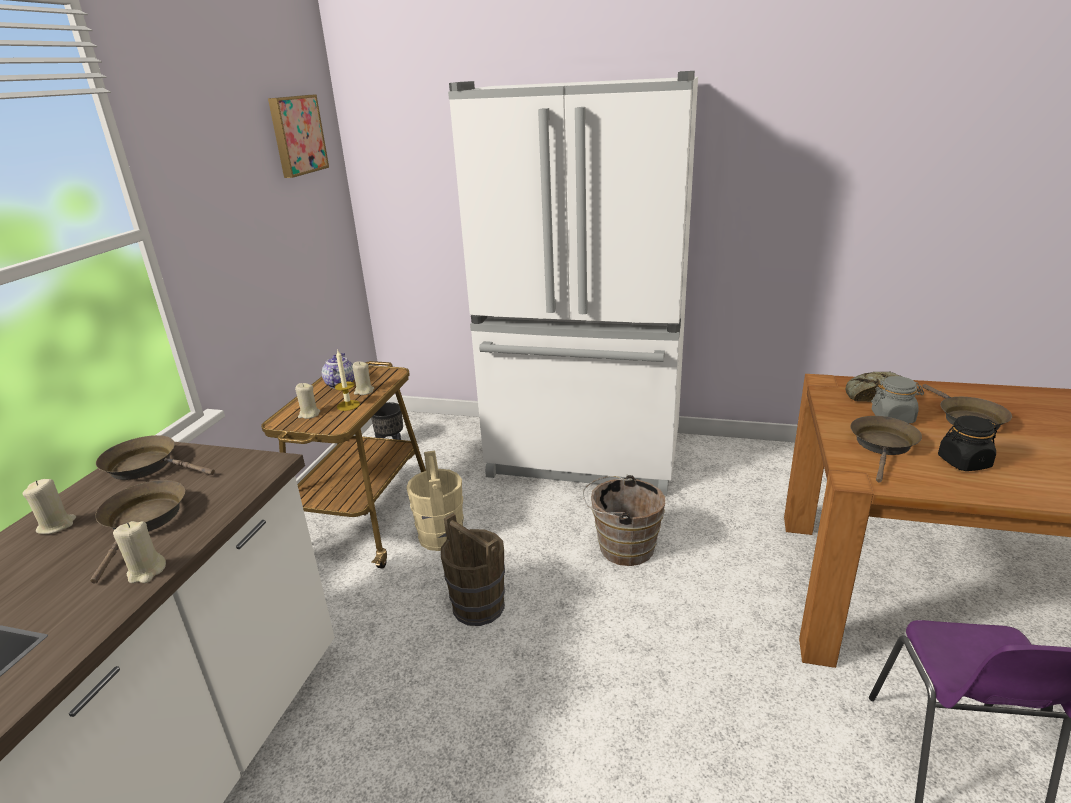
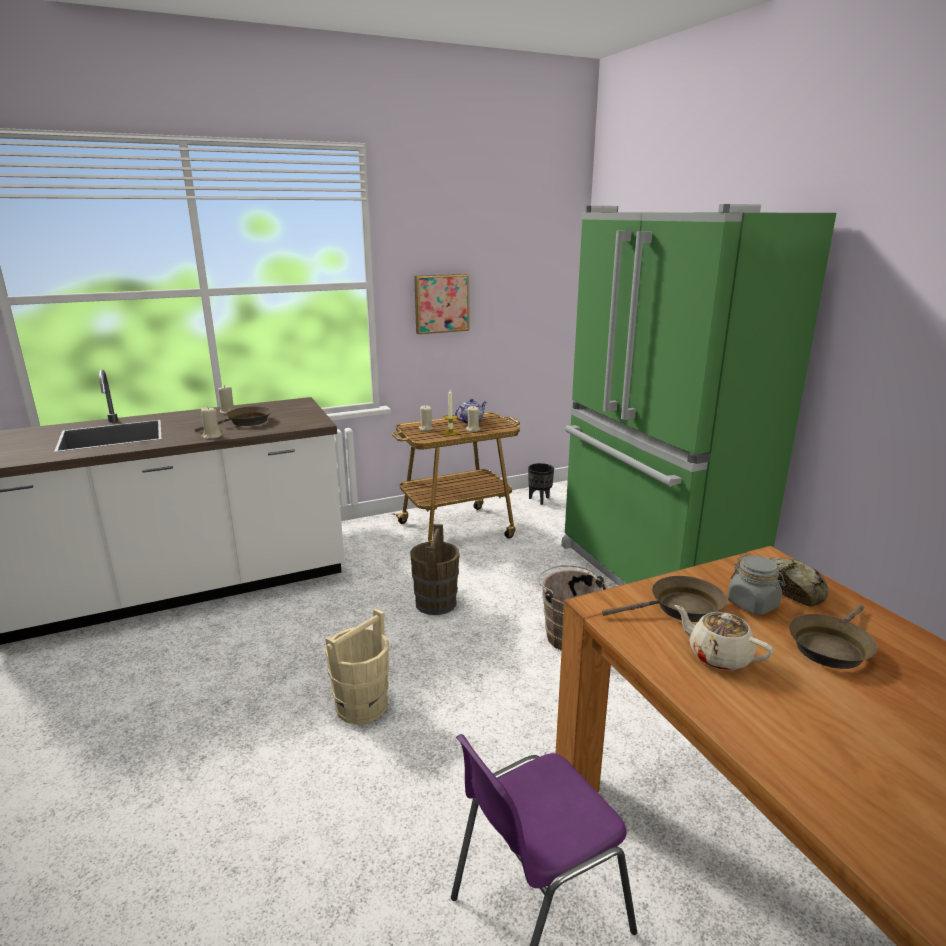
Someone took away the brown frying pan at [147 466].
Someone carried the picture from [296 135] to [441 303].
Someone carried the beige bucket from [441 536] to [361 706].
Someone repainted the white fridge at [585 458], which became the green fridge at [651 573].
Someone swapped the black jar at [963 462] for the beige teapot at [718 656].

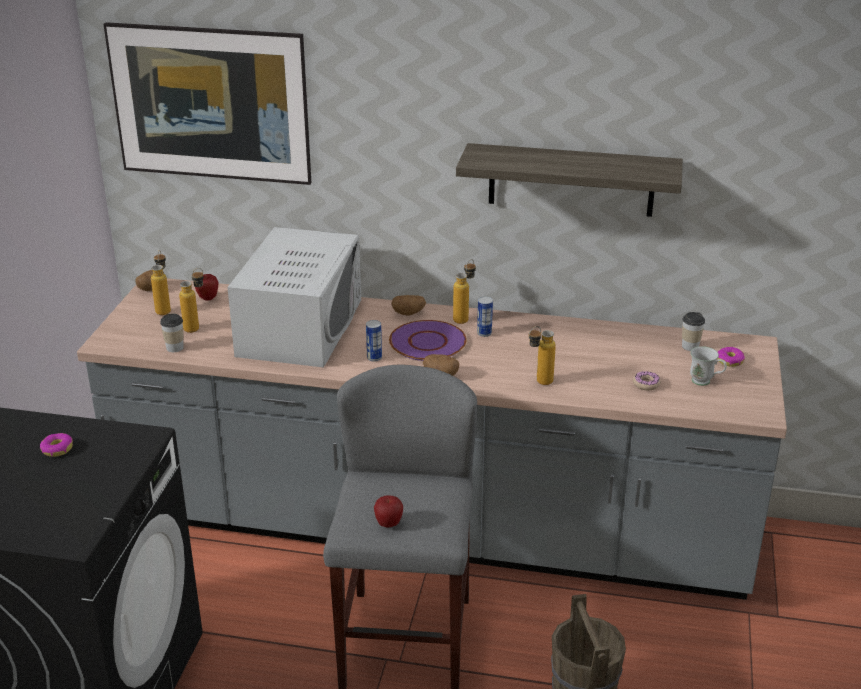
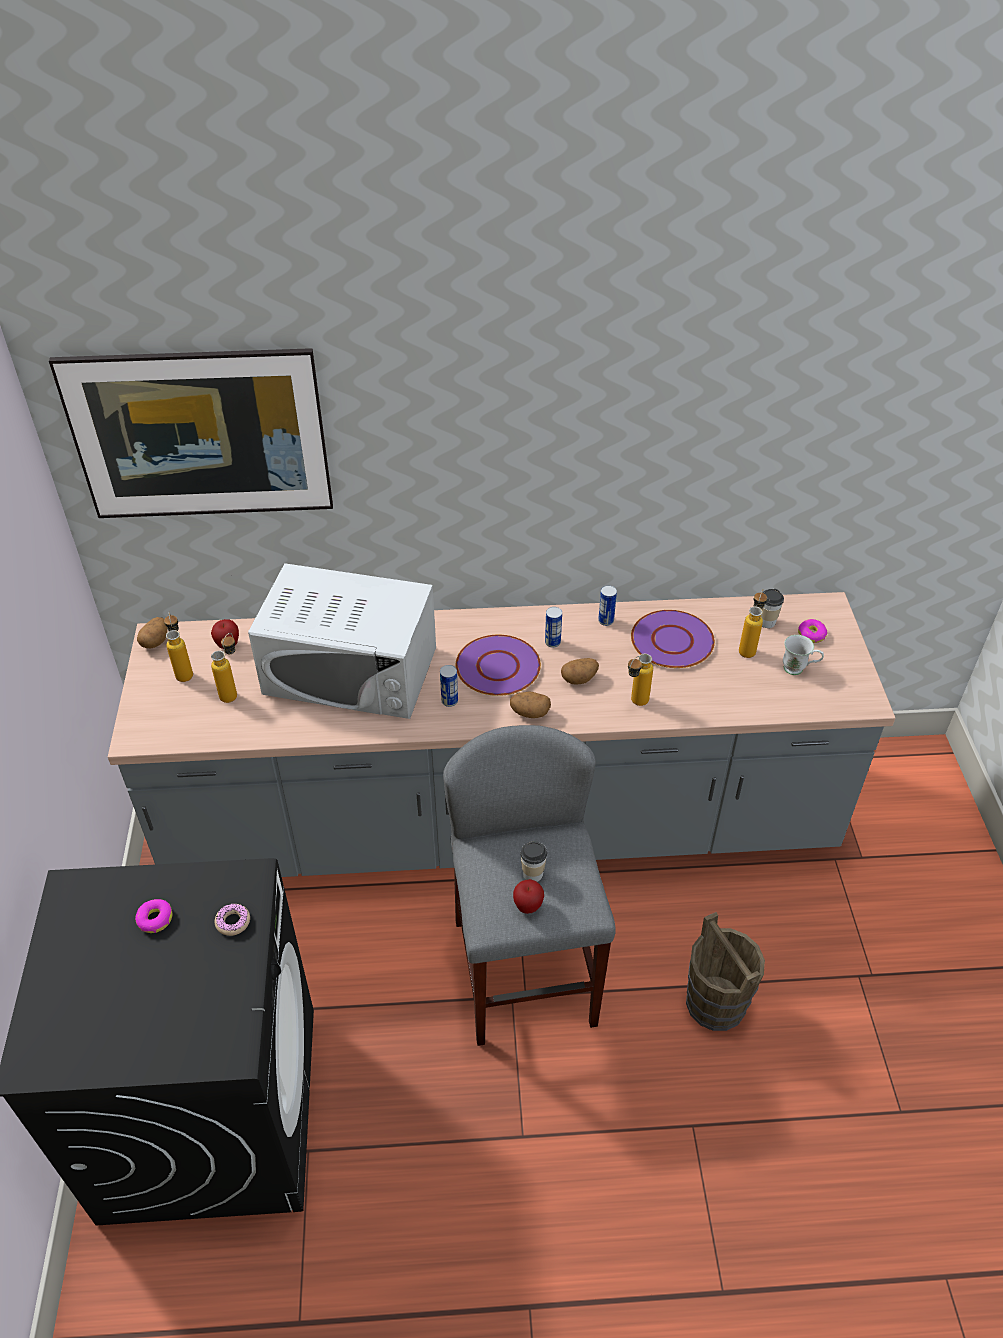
Someone carried the cup from [175 348] to [533 874].
Someone rotated the white microwave at [300 327] by 105 degrees clockwise.
Someone carried the potato from [408 313] to [579 679].
Someone carried the bottle from [464 318] to [748 648].
Someone took away the shelf at [571 180].
Someone carried the donut from [646 384] to [233 922].
Someone put down the can at [606 621].
Someone put down the purple plate at [672 640].

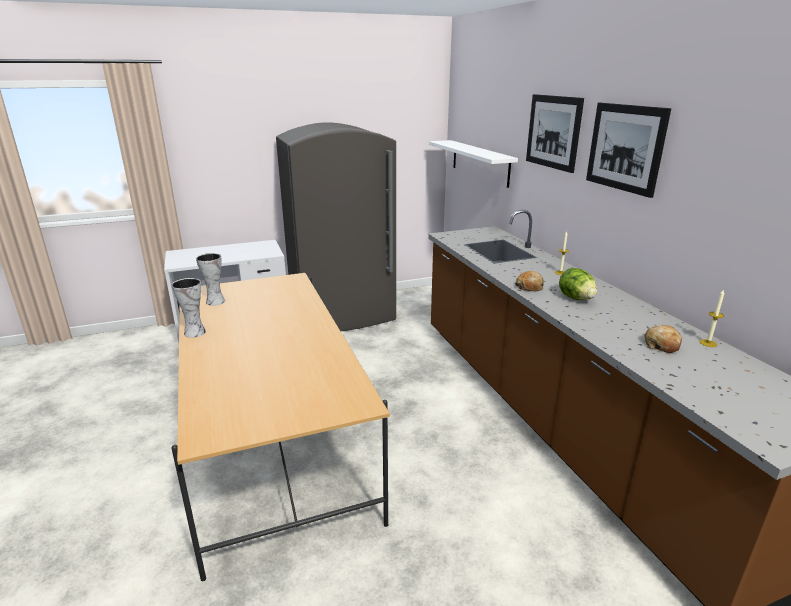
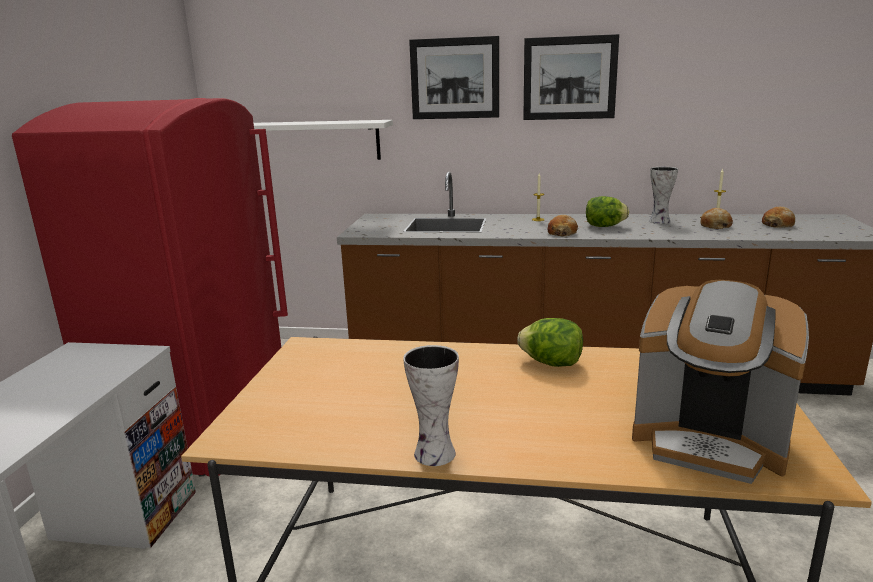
Someone carried the vase from [214 301] to [659 221].
Someone repainted the grey fridge at [343 315], which became the red fridge at [204 428].
Someone put down the lettuce at [551 363].
Someone put down the coffee machine at [709 442].
Someone put down the bread at [778 224].

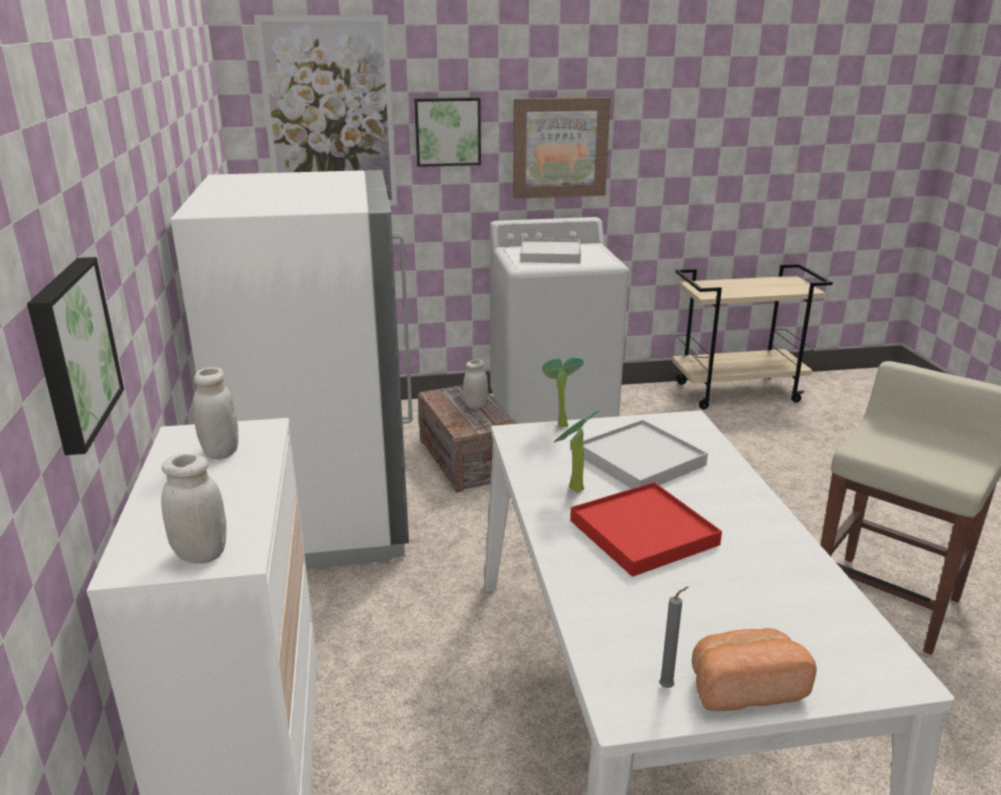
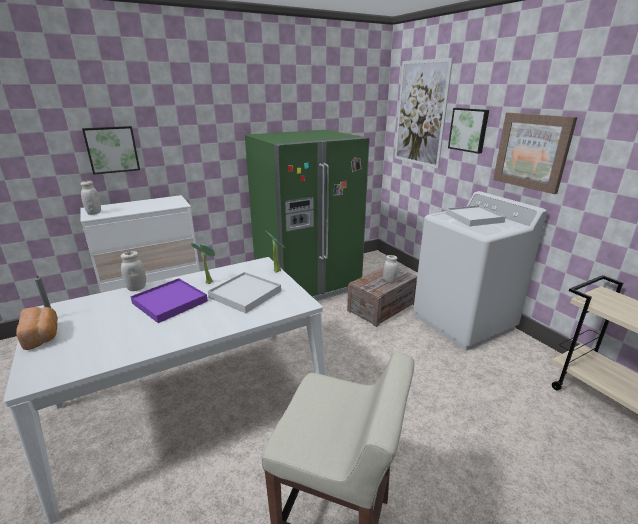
Someone repainted the white fridge at [324 513], which became the green fridge at [307 285].
Someone carried the white jar from [220 452] to [136 288].
Someone repainted the red tray at [644 533], which became the purple tray at [170 302].

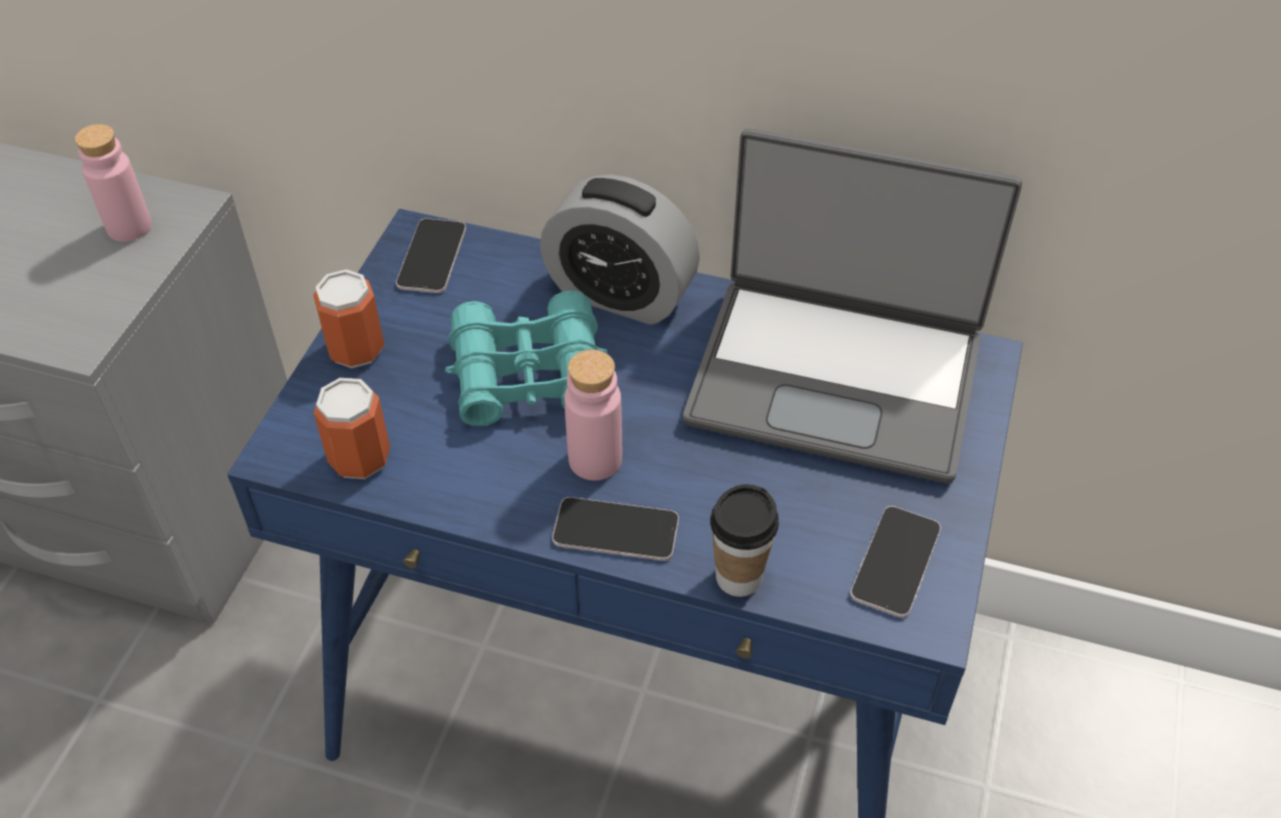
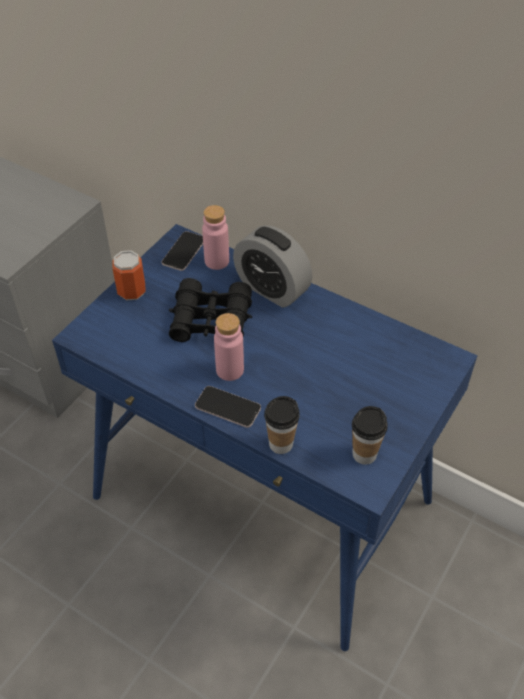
Someone carried the pink bottle from [129 227] to [217 261].
Someone took away the can at [360 458].
Someone repainted the turquoise binoculars at [528 375], which became the black binoculars at [211 321].
Someone took away the laptop at [836 376].
Someone swapped the phone at [895 562] for the cup at [364 454].

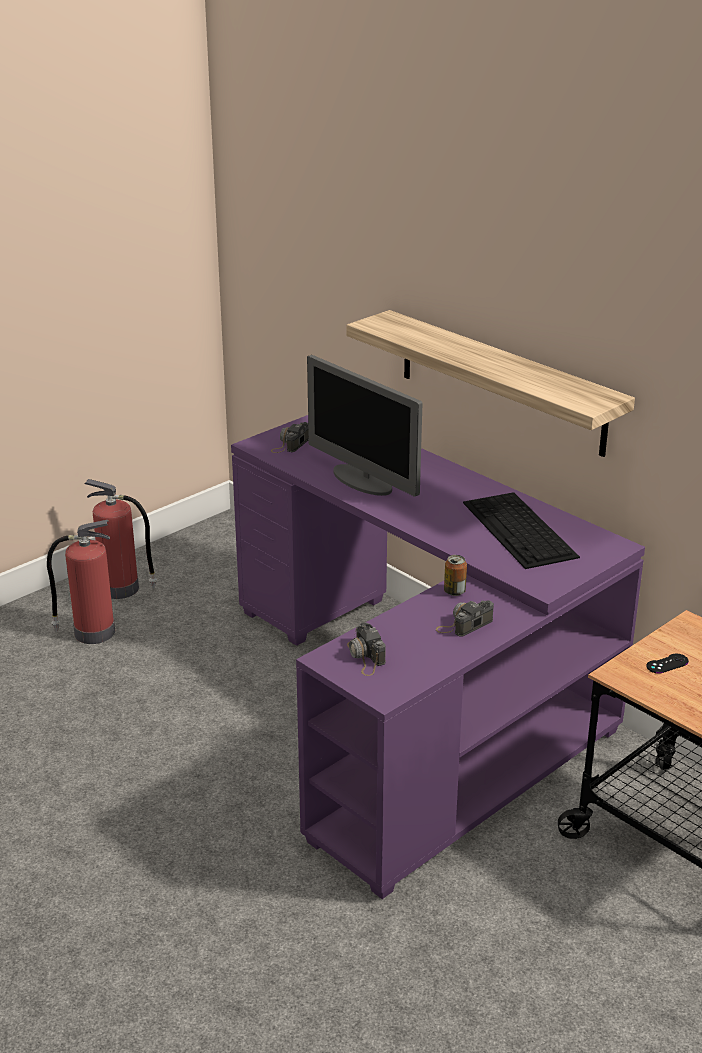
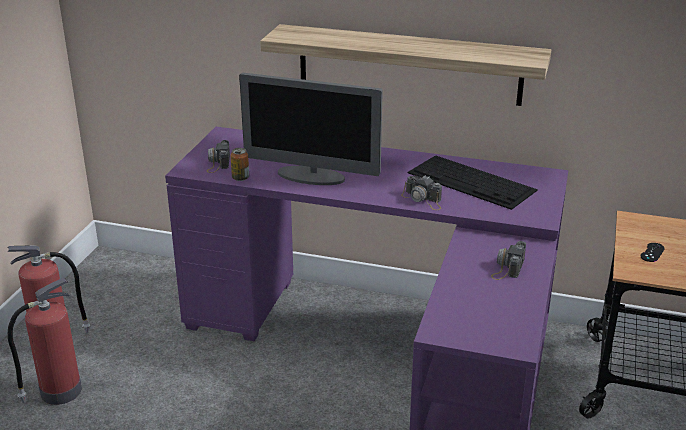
Someone carried the photo camera from [365 657] to [423 199].
Someone carried the can from [454 591] to [240 178].

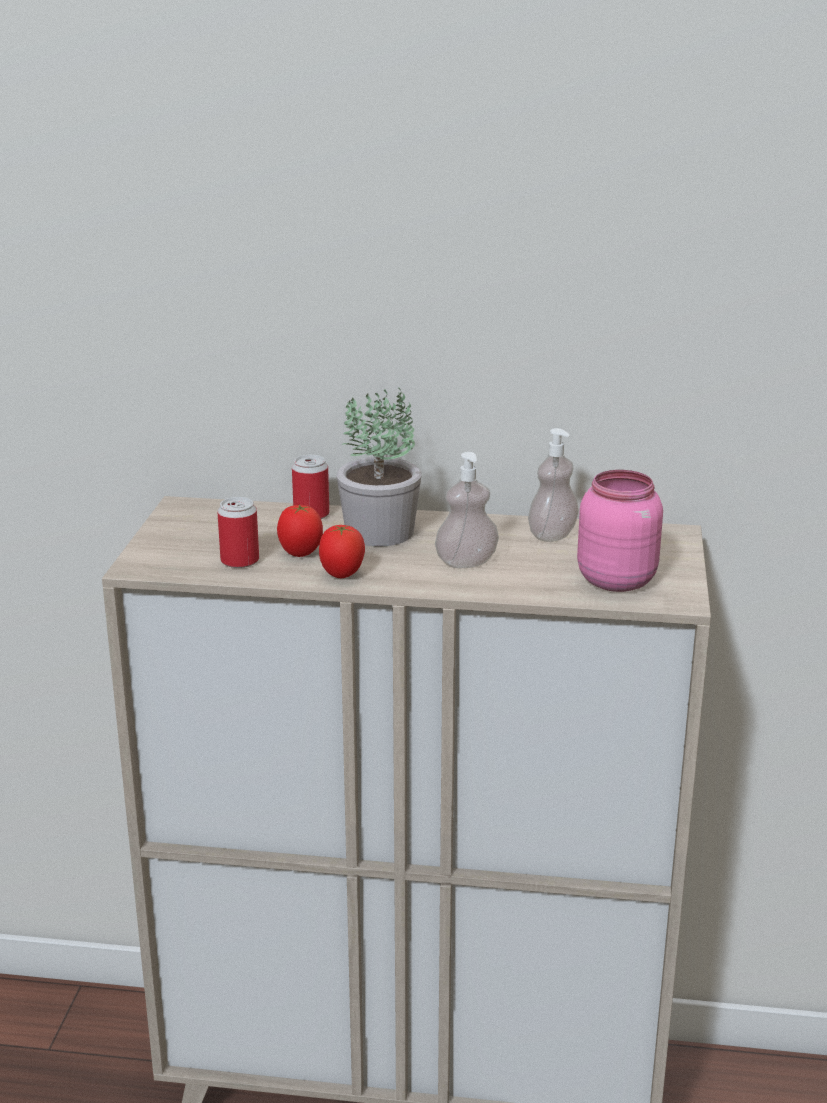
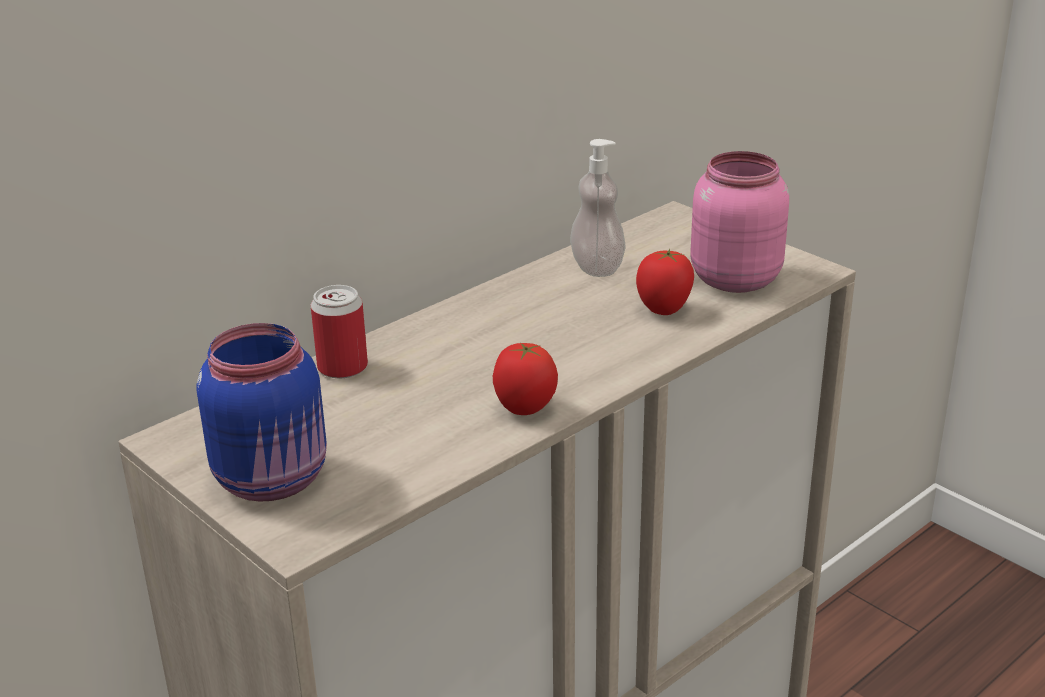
Someone took away the can at [240 561].
Someone carried the tomato from [300 554] to [664 311].
Someone took away the potted plant at [381 532].
Someone took away the soap dispenser at [466 562].
Someone put down the blue jar at [275 479].

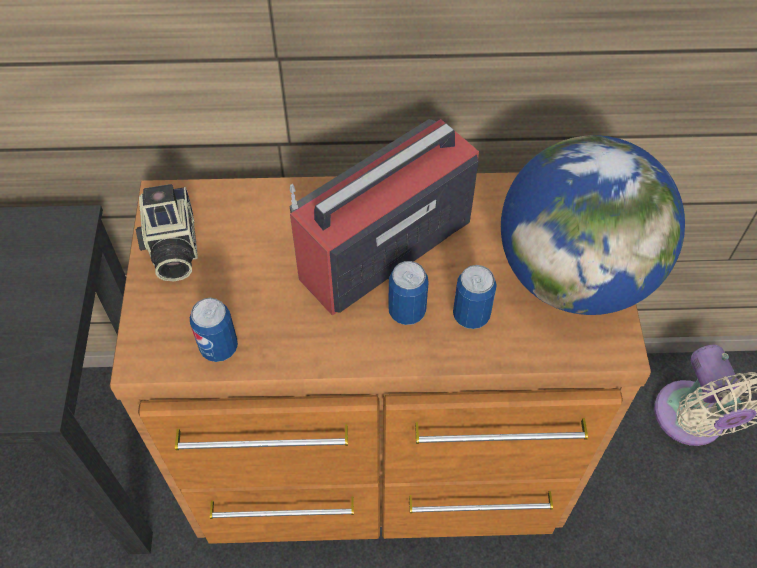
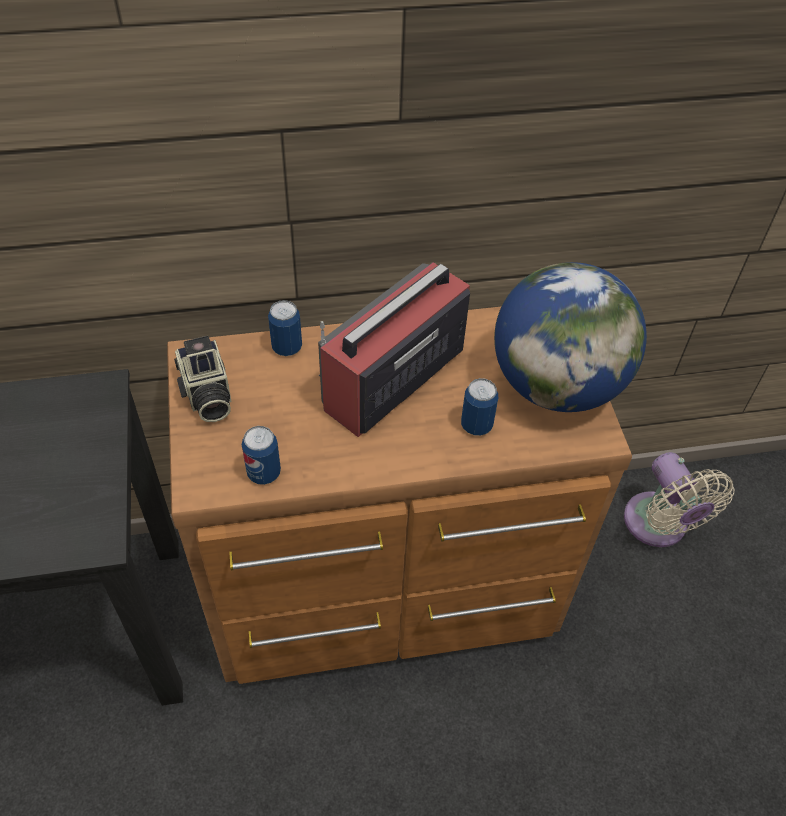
Someone carried the can from [407 311] to [287 347].

